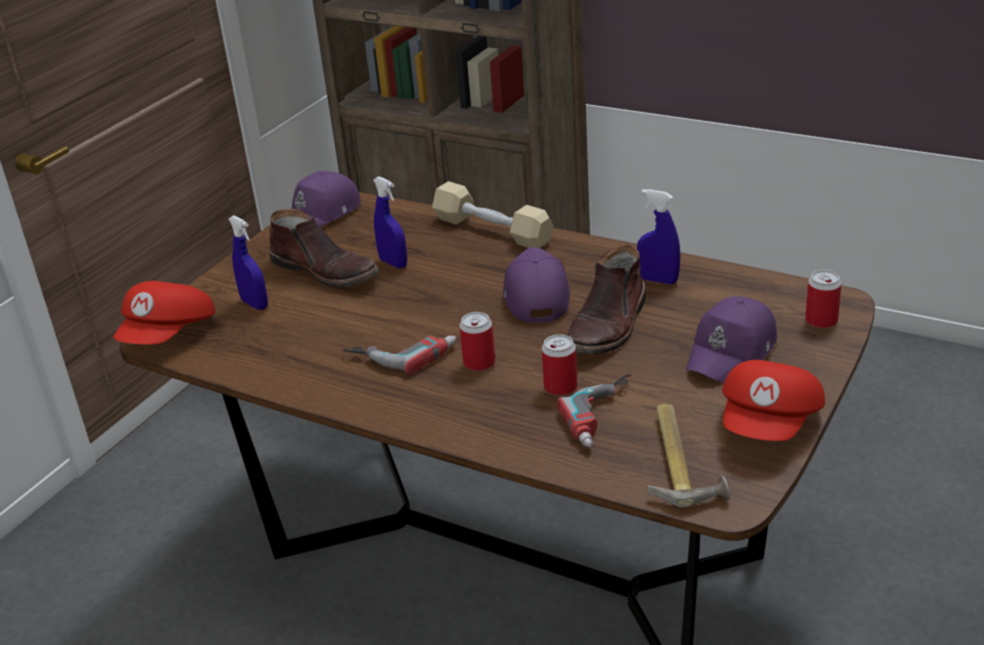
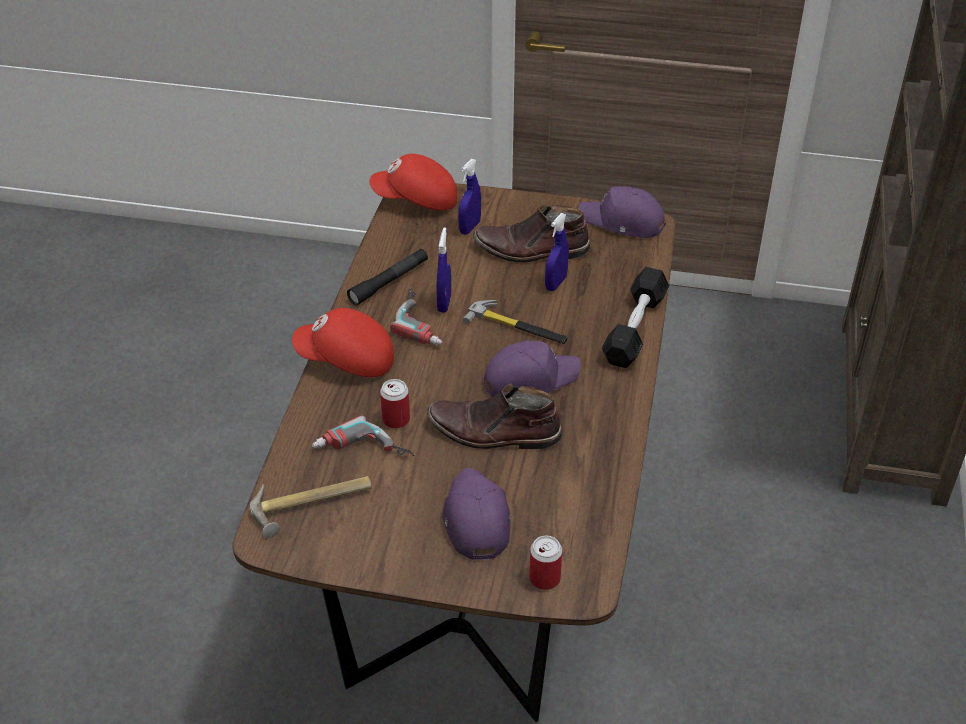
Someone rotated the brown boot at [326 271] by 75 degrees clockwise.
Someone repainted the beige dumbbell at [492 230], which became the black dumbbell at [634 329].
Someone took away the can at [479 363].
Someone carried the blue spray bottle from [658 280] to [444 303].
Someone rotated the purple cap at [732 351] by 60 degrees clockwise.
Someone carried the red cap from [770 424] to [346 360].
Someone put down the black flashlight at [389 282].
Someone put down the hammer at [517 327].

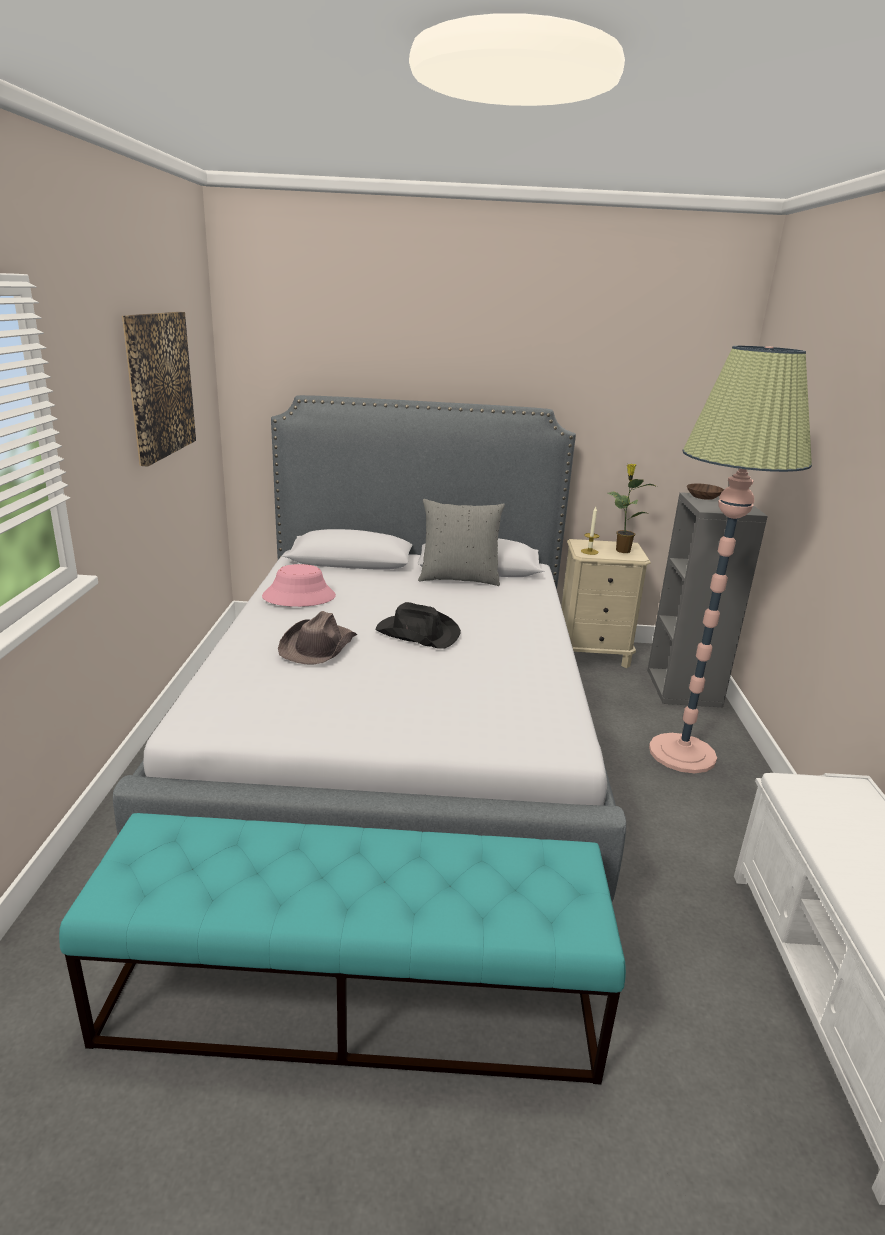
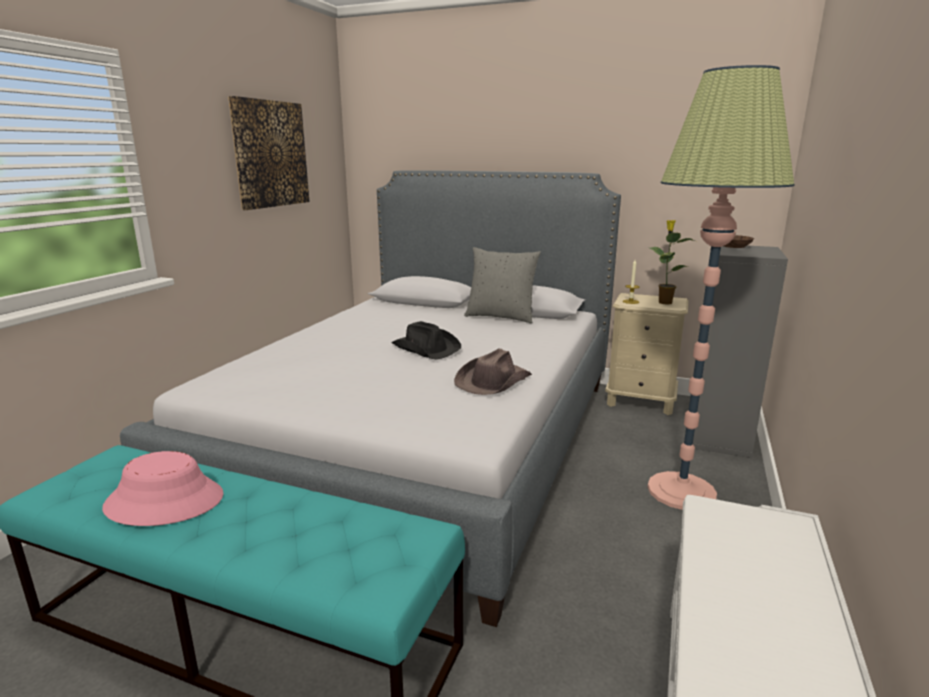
Someone carried the pink hat from [299 597] to [165 501].
Someone carried the brown hat from [318 646] to [493 381].

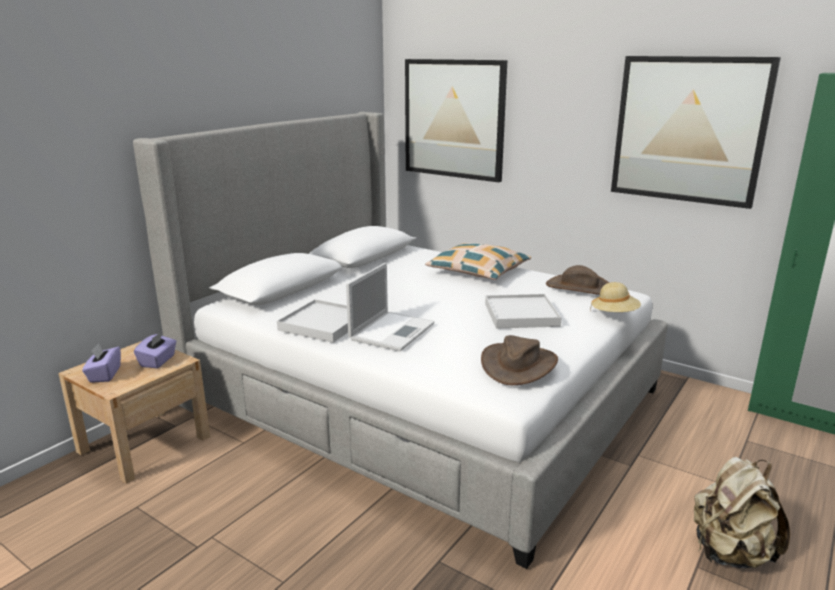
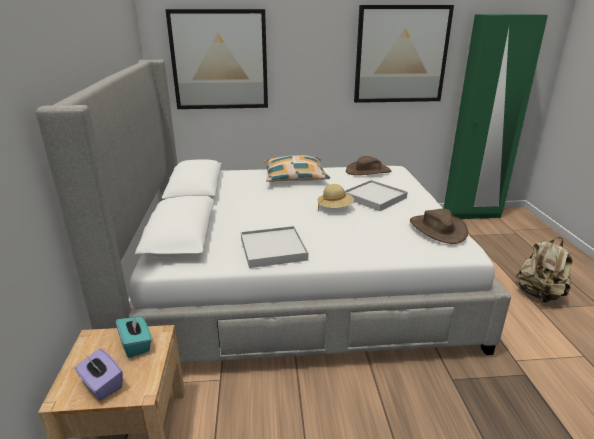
Someone repainted the purple tissue box at [158 361], which became the turquoise tissue box at [136 344].
Someone took away the laptop at [392 331].
Someone carried the beige hat from [614 314] to [335 208].

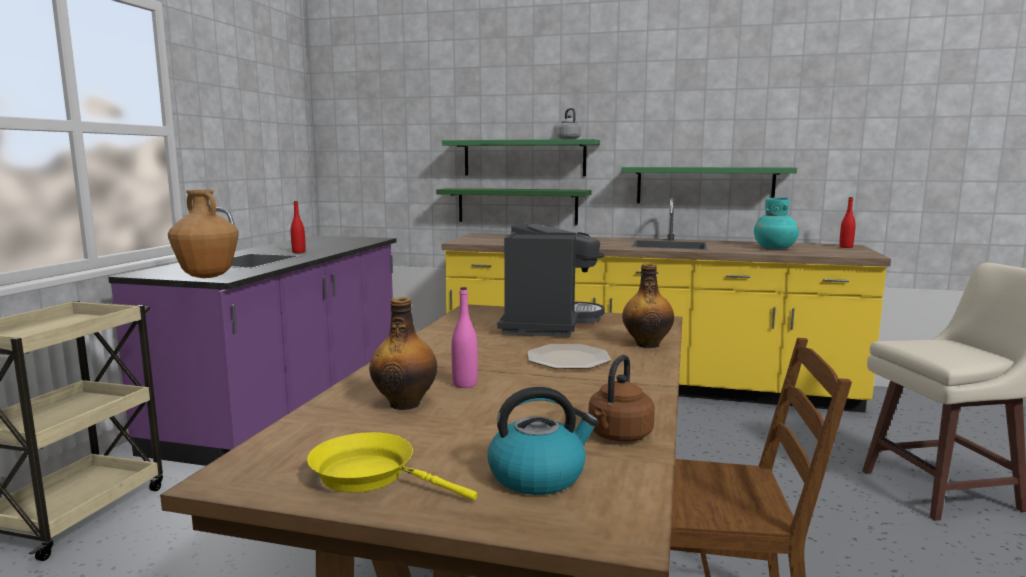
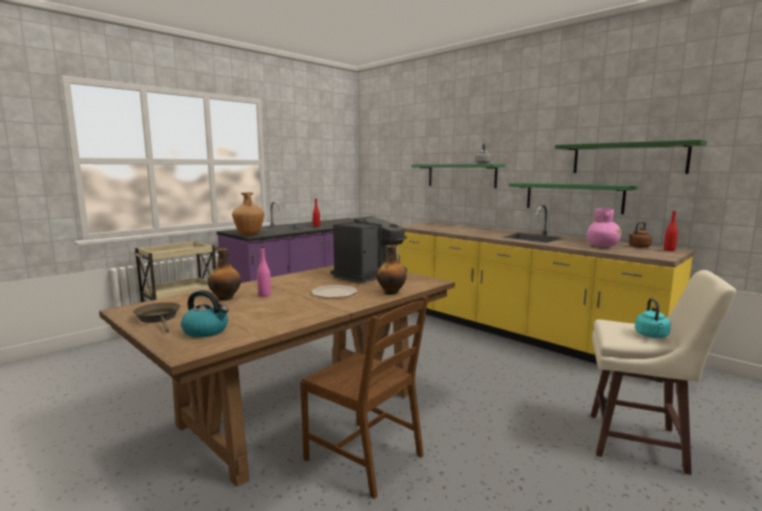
Someone repainted the yellow frying pan at [371 476], which became the brown frying pan at [159 318].
Someone carried the green shelf from [517 206] to [628 158].
Someone carried the brown kettle from [618 436] to [638 247].
Someone repainted the turquoise vase at [775 248], which became the pink vase at [603 246].
Someone put down the turquoise kettle at [652 336].

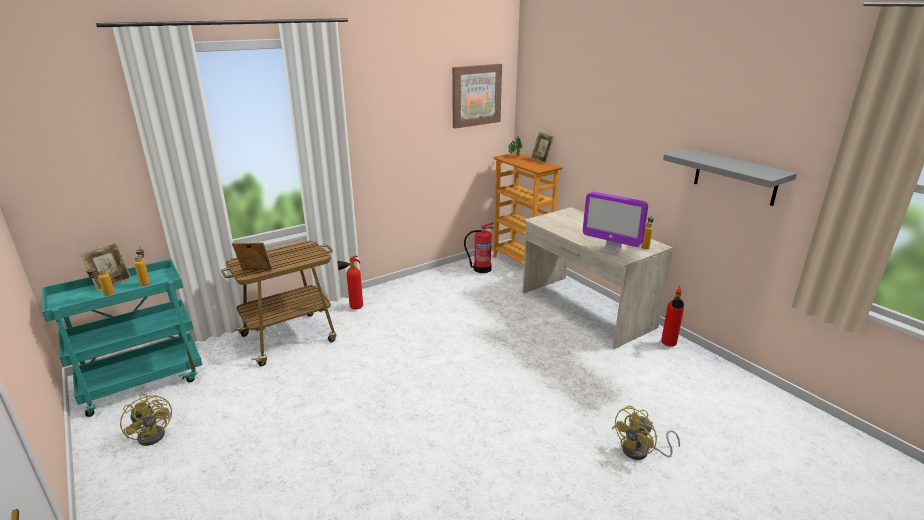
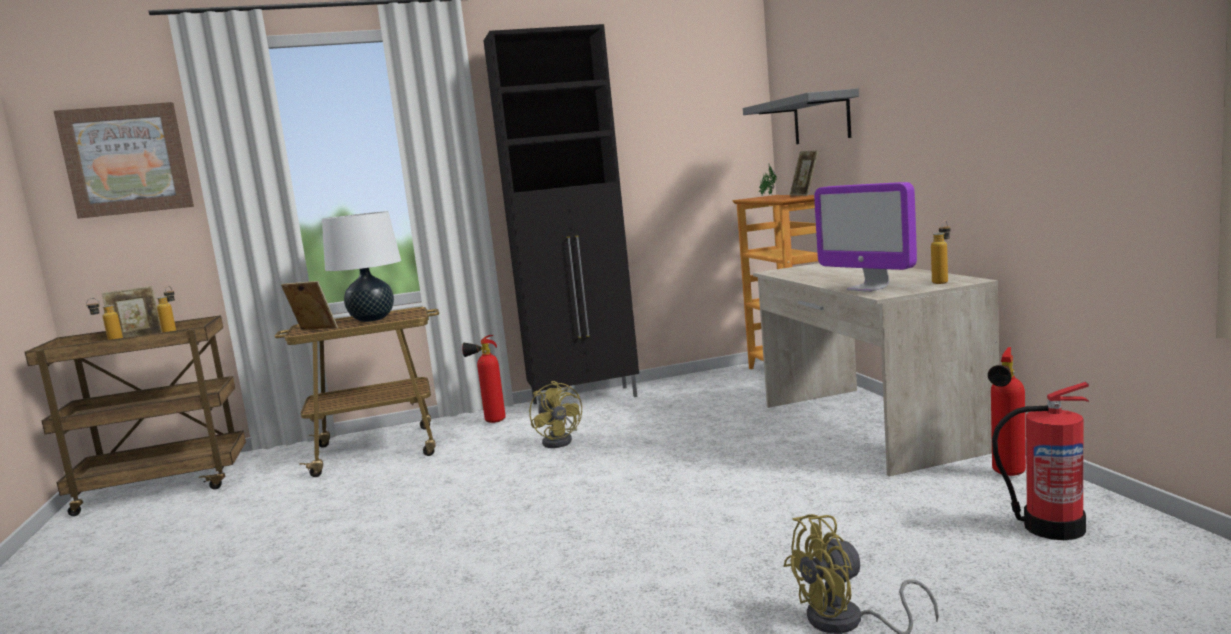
Someone repainted the turquoise cart at [144 381], which became the brown cart at [165 486].
Someone carried the yellow fan from [155 433] to [560 441].
Someone carried the picture from [476 95] to [127 160].
Someone carried the fire extinguisher from [481 269] to [1051 527].
Someone carried the grey shelf from [735 177] to [821 119].
Someone put down the white table lamp at [372 319].
Someone put down the black cabinet at [586 400].

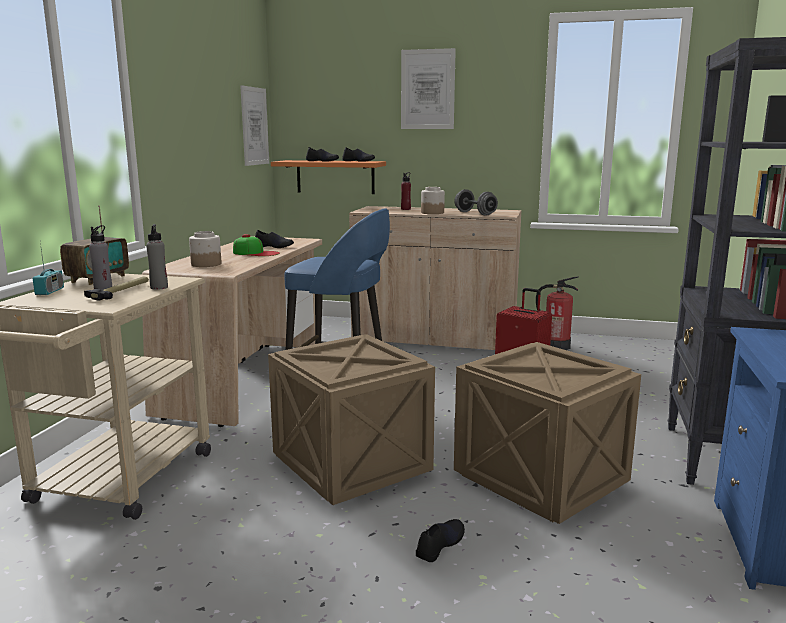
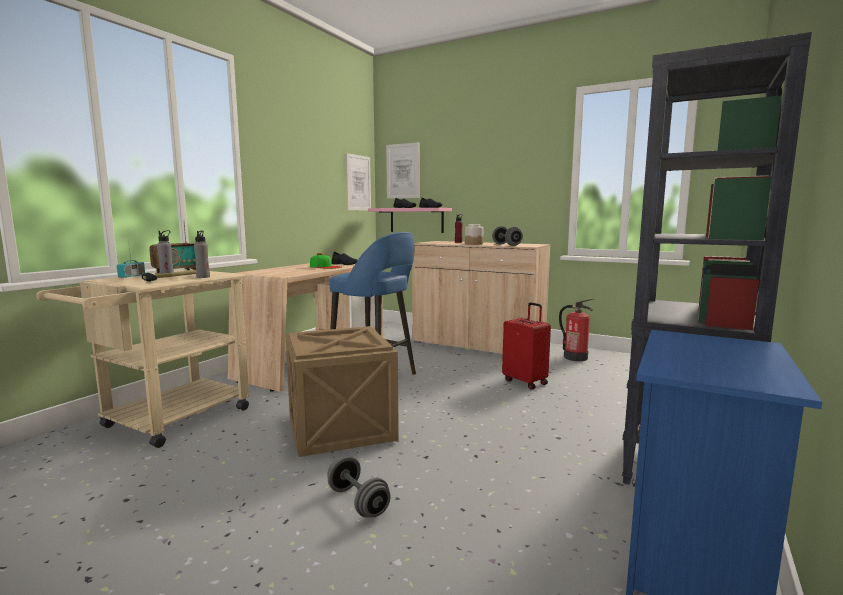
Someone took away the jar at [205 264].
Someone repainted the orange shelf at [335 177], which became the pink shelf at [416 220].
Someone carried the picture from [427 89] to [403 171].
Someone swapped the black shoe at [439 545] for the grey dumbbell at [358 502].
Someone took away the crate at [538 477].

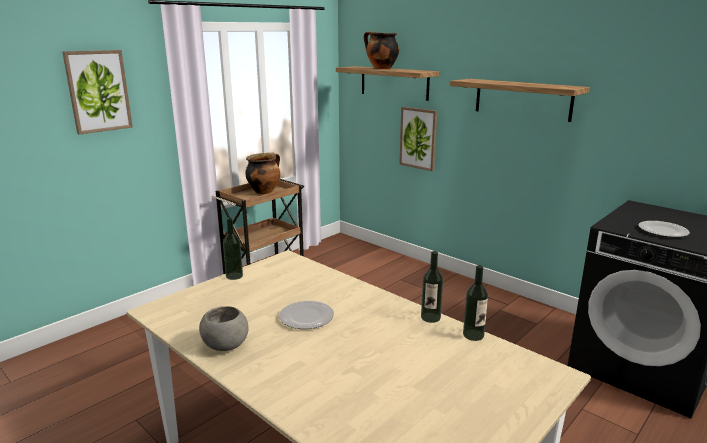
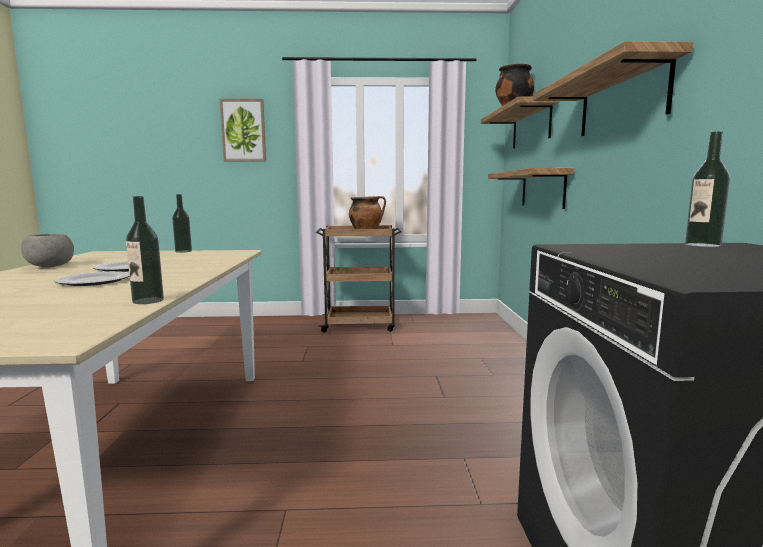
Someone swapped the picture at [418 138] for the shelf at [542 189].
Someone carried the bottle from [430 317] to [702 245].
Someone carried the plate from [663 231] to [94 281].

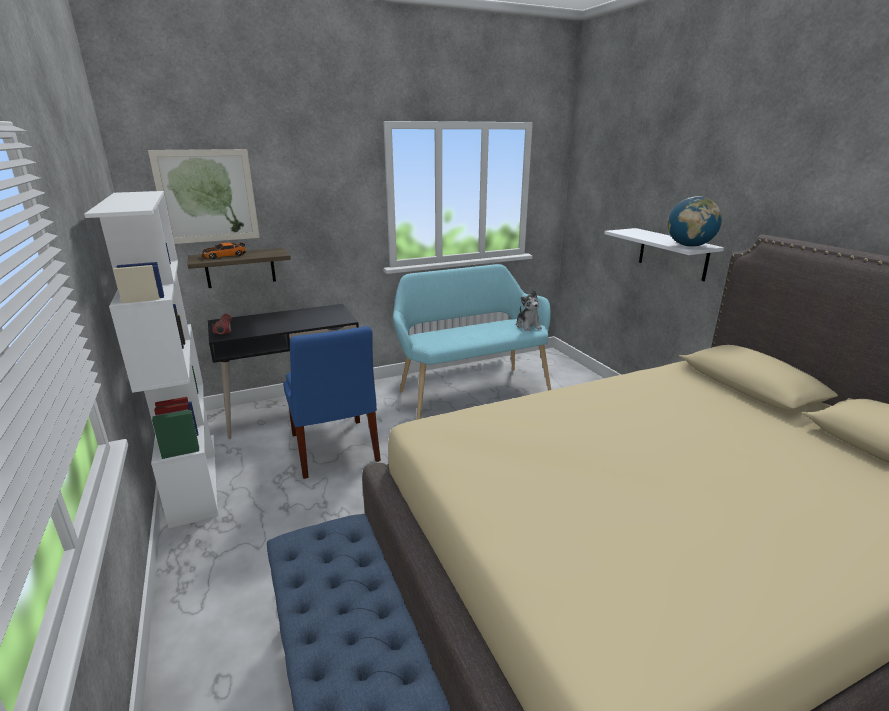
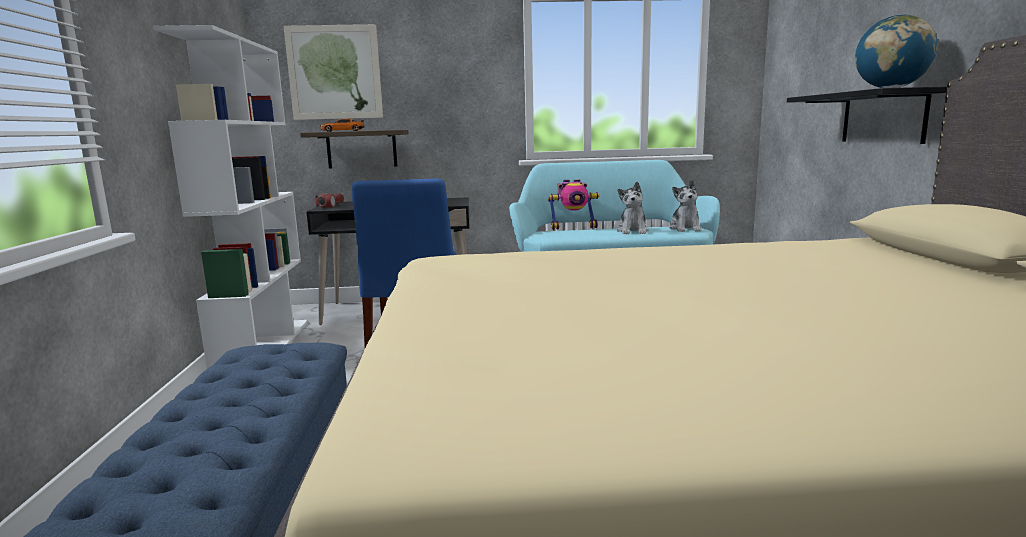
Someone repainted the white shelf at [672 254], which became the black shelf at [883 117].
Someone put down the toy robot at [573 227].
Someone put down the plush toy at [633 231].

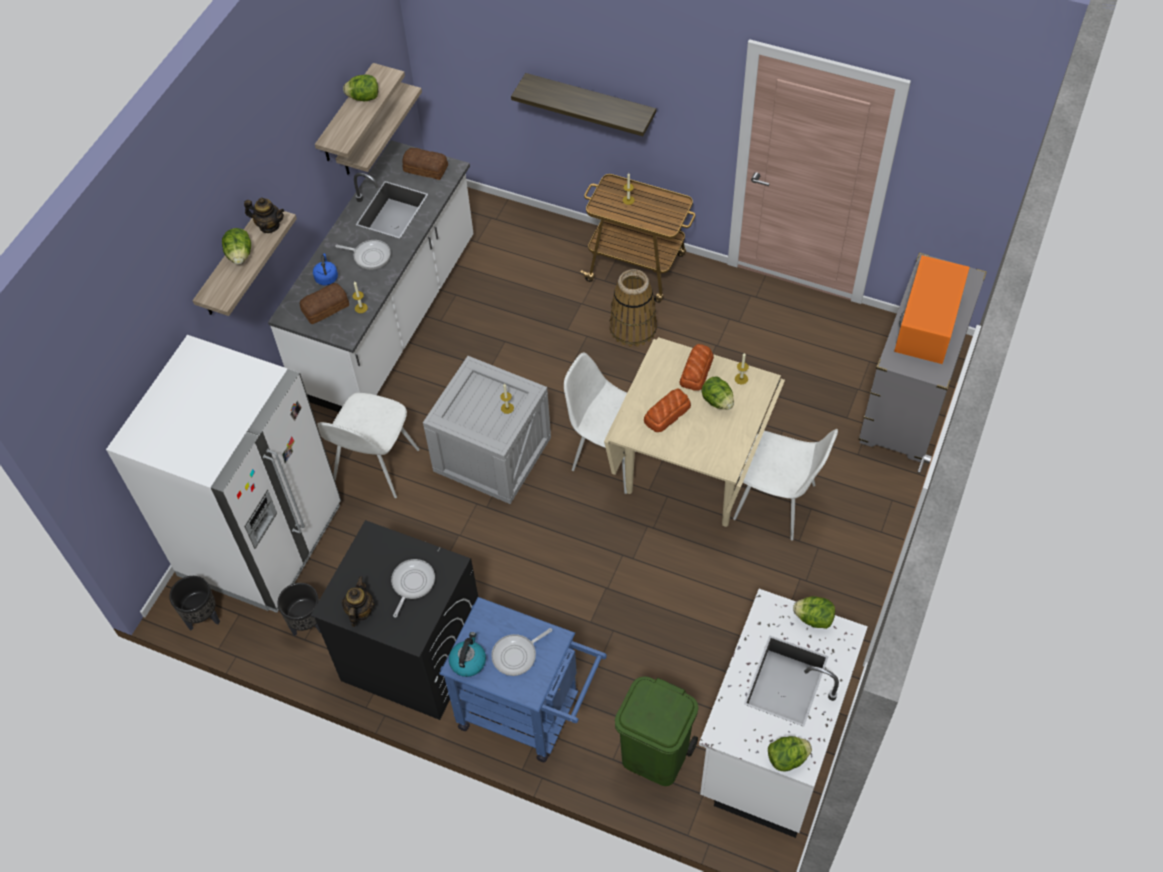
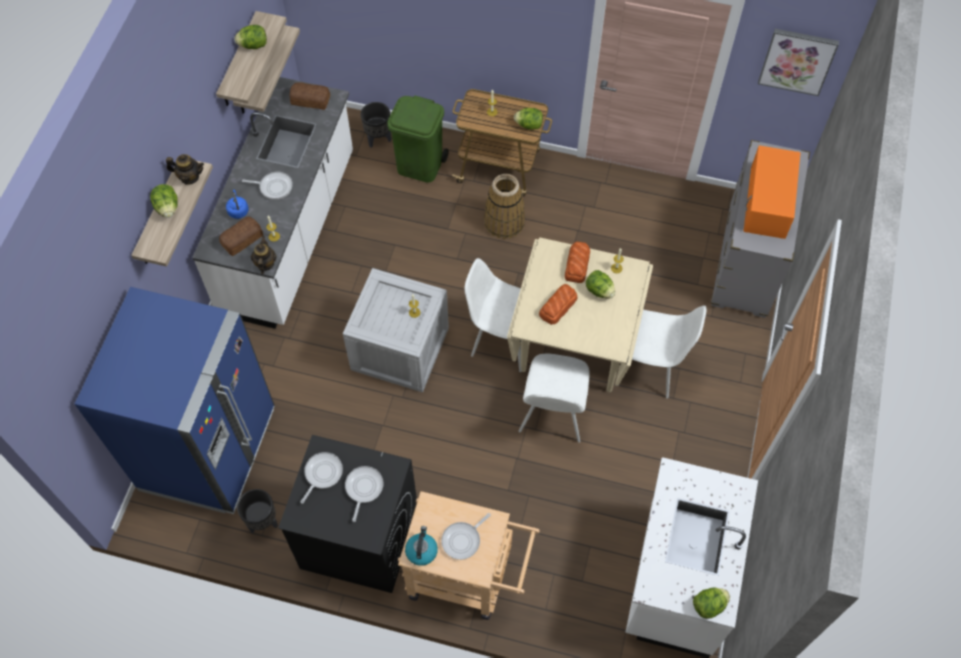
Someone repainted the white fridge at [262 540], which became the blue fridge at [209 450].
Someone carried the black planter from [203 618] to [378 139].
Someone carried the white chair from [375 467] to [553 415].
Someone carried the teapot from [360 611] to [265 264].
Someone repainted the blue cart at [528 713], which became the beige cart at [467 577].
Someone took away the shelf at [590 103].
Someone carried the green trash can from [656 756] to [420 166].
Someone carried the lettuce from [814 618] to [529 125].
Someone put down the frying pan at [322 474].
Someone put up the picture at [797 61].

